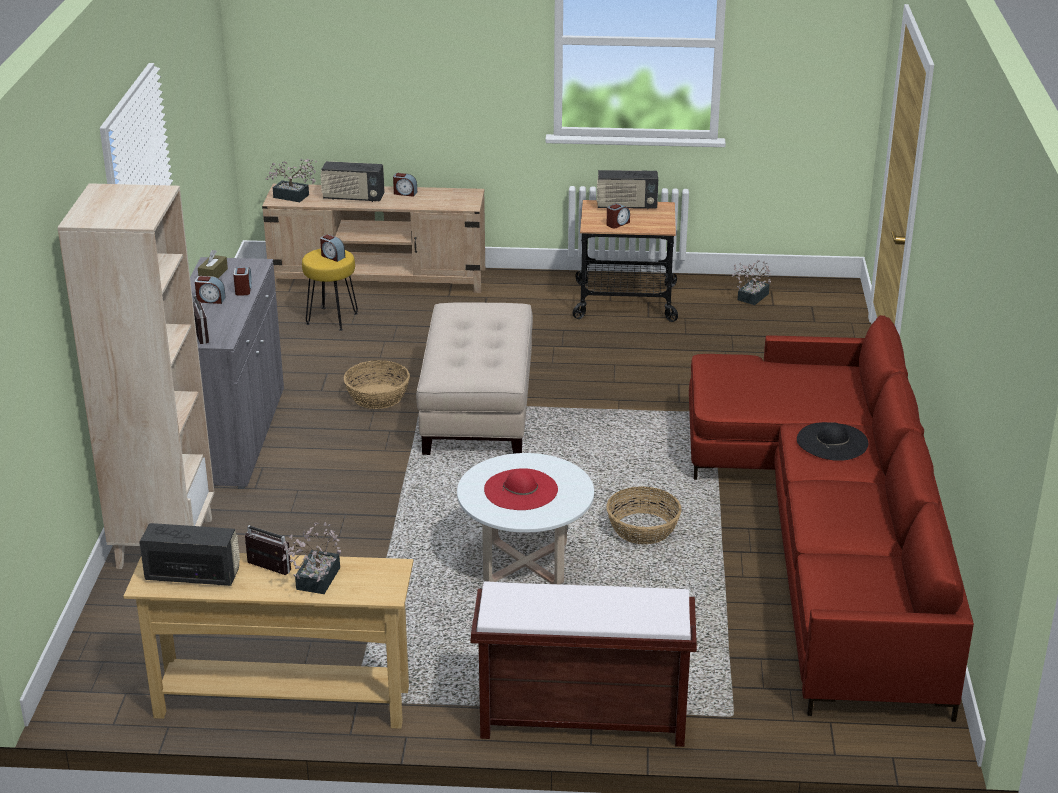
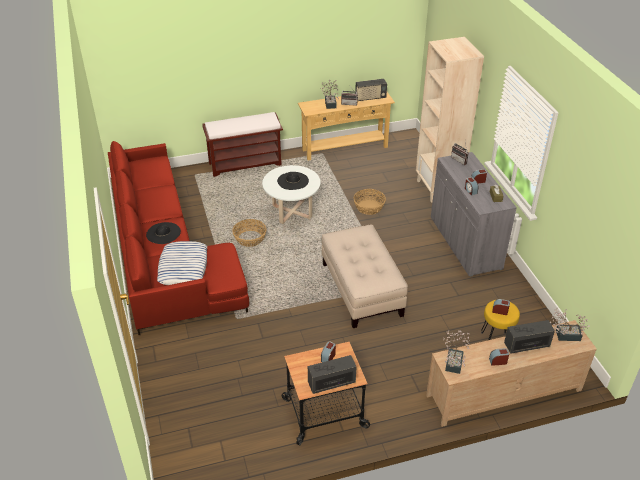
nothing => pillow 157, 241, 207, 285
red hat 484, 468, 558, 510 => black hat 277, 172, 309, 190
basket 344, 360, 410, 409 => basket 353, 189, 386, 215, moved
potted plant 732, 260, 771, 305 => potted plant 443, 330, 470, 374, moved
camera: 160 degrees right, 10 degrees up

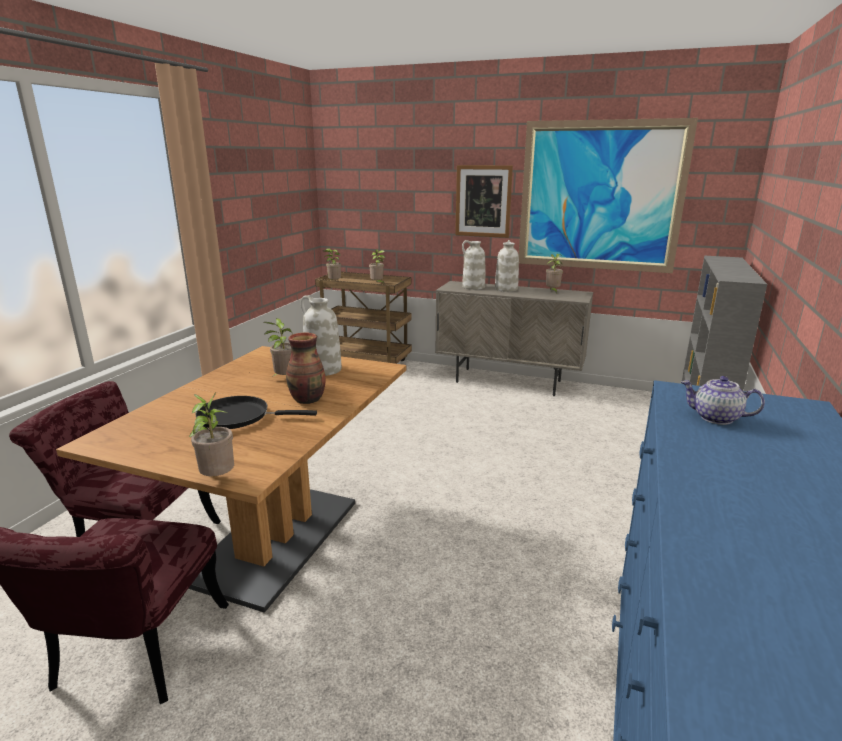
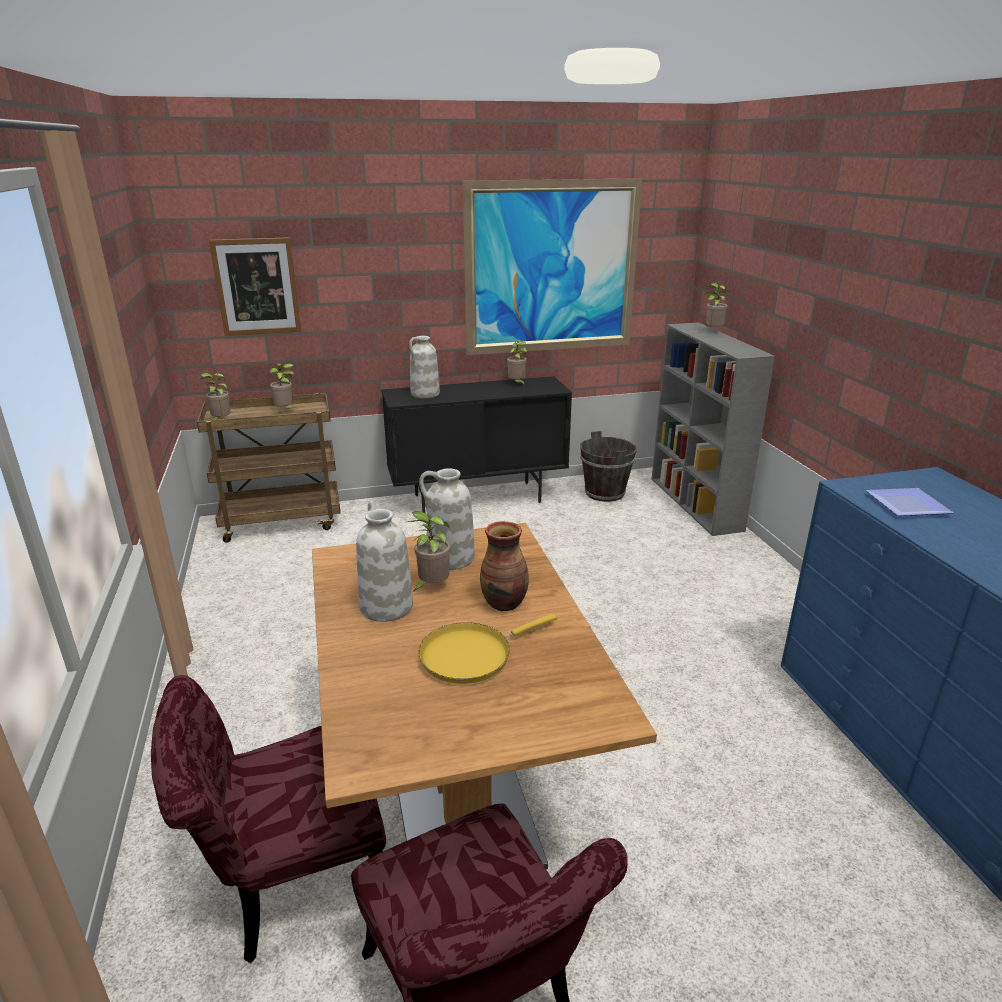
picture 455, 165, 513, 238 => picture 209, 237, 301, 336, moved
white vase 495, 240, 519, 292 => white vase 356, 501, 413, 622, moved
beige cabinet 435, 281, 593, 396 => black cabinet 381, 376, 572, 514
black frying pan 196, 396, 317, 429 => yellow frying pan 419, 614, 557, 684
nothing => brown bucket 580, 431, 637, 502
potted plant 189, 392, 234, 476 => potted plant 702, 283, 729, 330, moved
teapot 681, 376, 765, 425 => plate 866, 488, 954, 516
camera: 35 degrees left, 5 degrees up

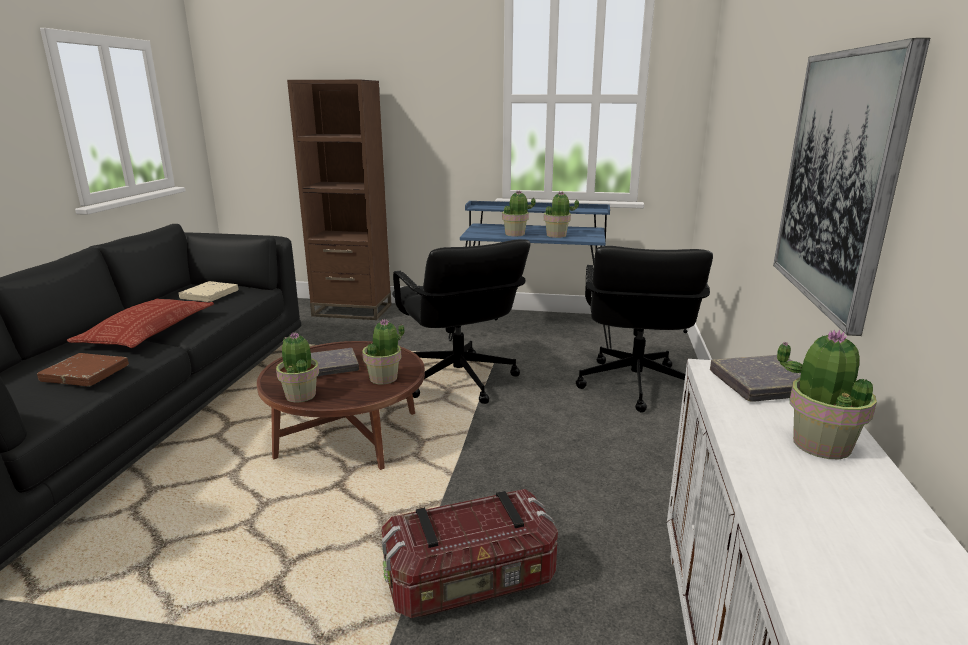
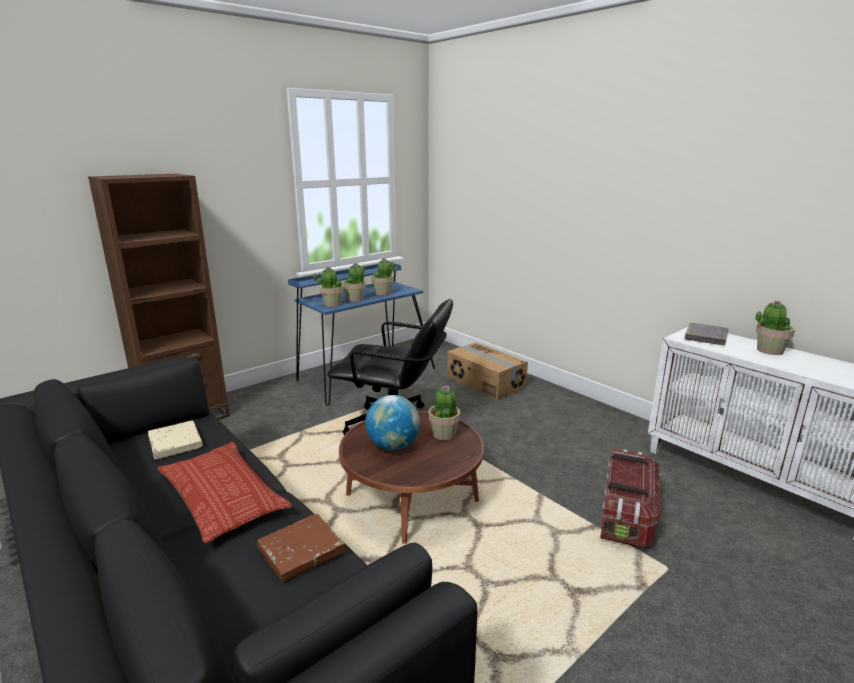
potted plant 276, 332, 319, 403 => potted plant 313, 267, 344, 307, moved
grey book 311, 348, 359, 376 => globe 365, 395, 420, 450
black office chair 576, 246, 713, 413 => cardboard box 447, 342, 528, 400
picture 773, 38, 930, 336 => nothing
camera: 50 degrees left, 0 degrees up

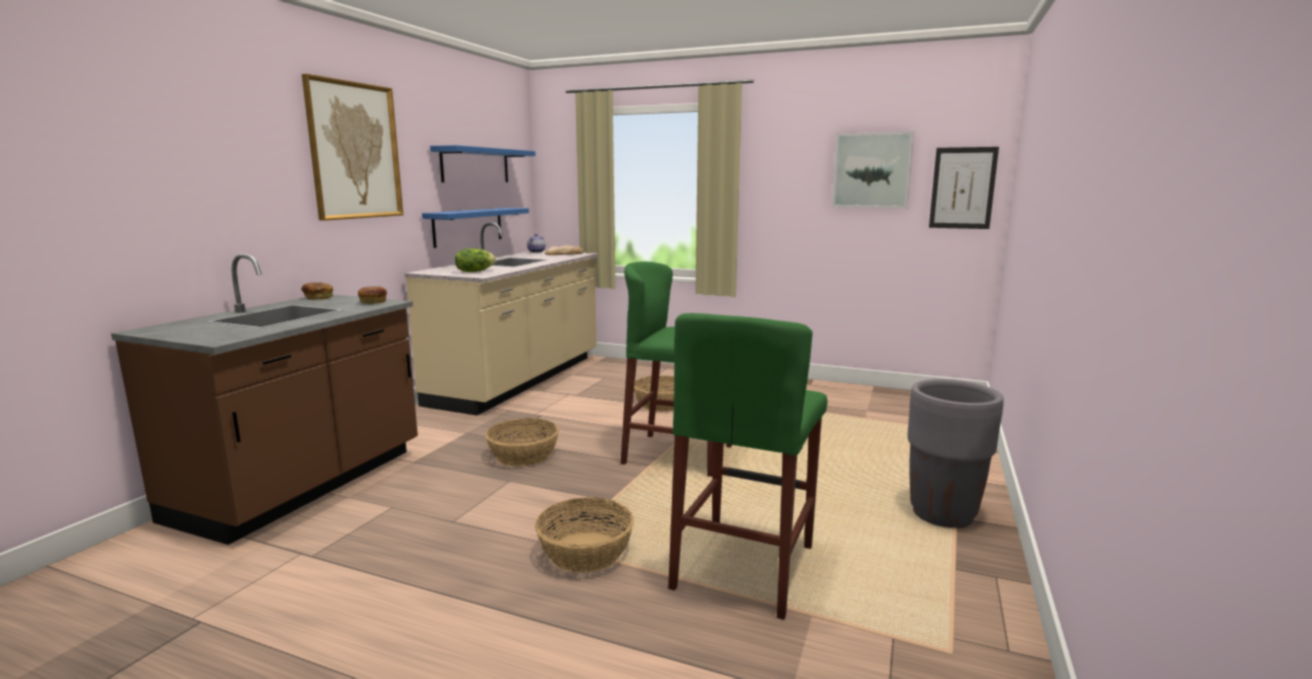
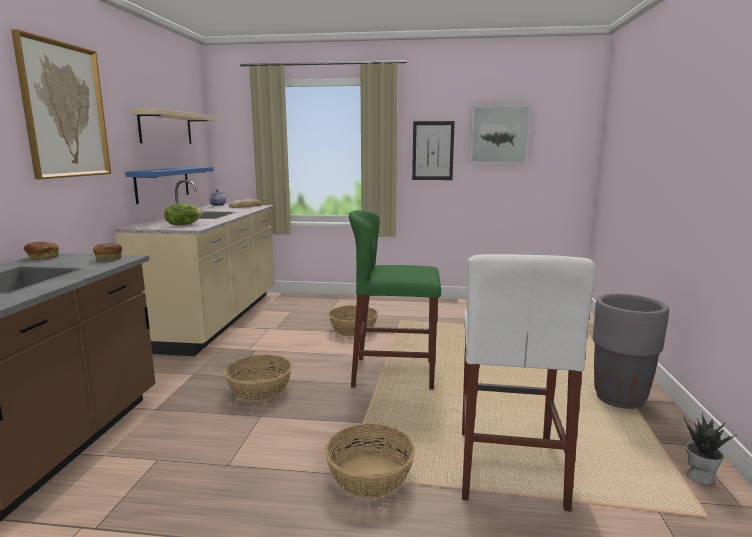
blue shelf 430, 145, 535, 183 => beige shelf 129, 108, 216, 144
picture 929, 147, 999, 229 => picture 412, 121, 455, 180, moved
green stool 668, 313, 827, 620 => white stool 462, 254, 595, 511
nothing => potted plant 684, 412, 738, 485
camera: 15 degrees left, 0 degrees up

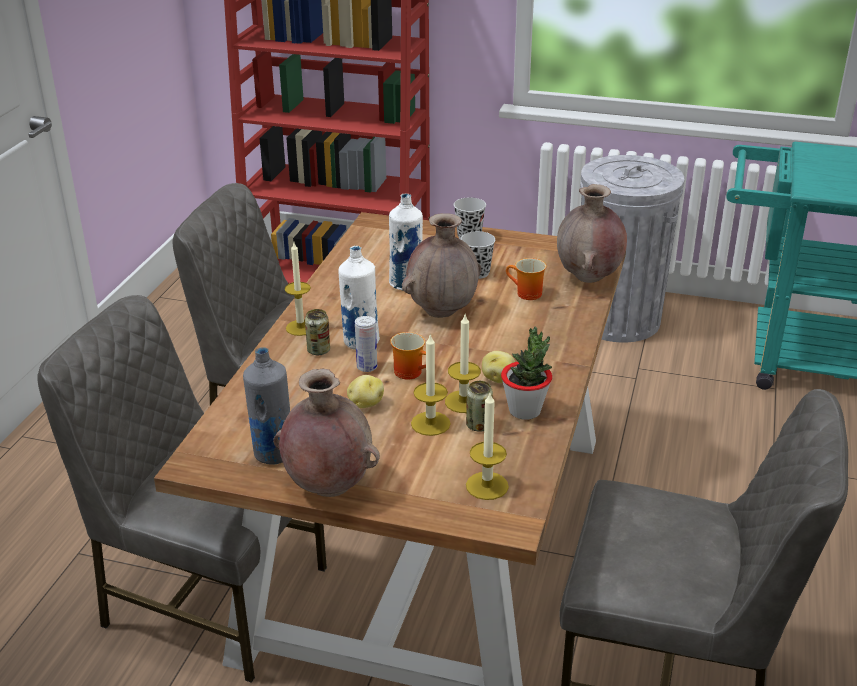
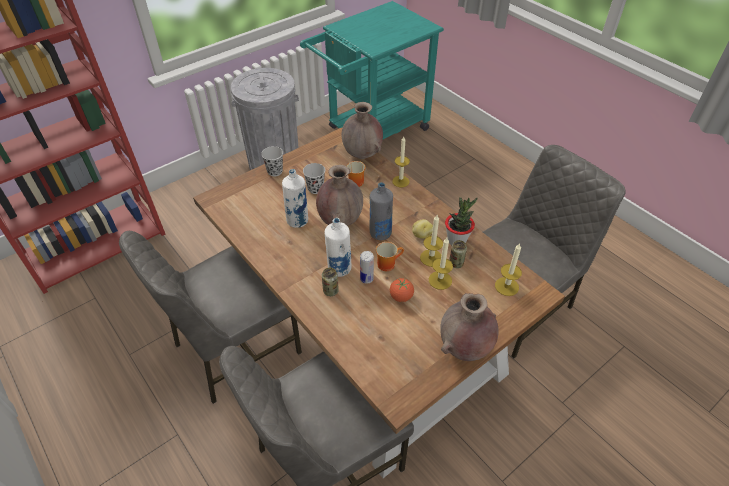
grey bottle 243, 347, 290, 465 => grey bottle 370, 182, 393, 240, moved
potato 347, 375, 384, 408 => tomato 390, 278, 414, 302
candle 285, 243, 311, 336 => candle 392, 136, 410, 187, moved
camera: 55 degrees left, 15 degrees up

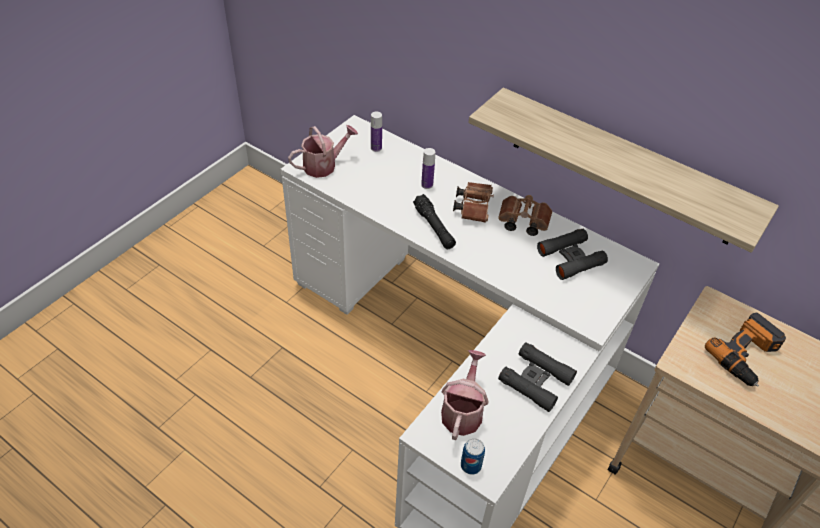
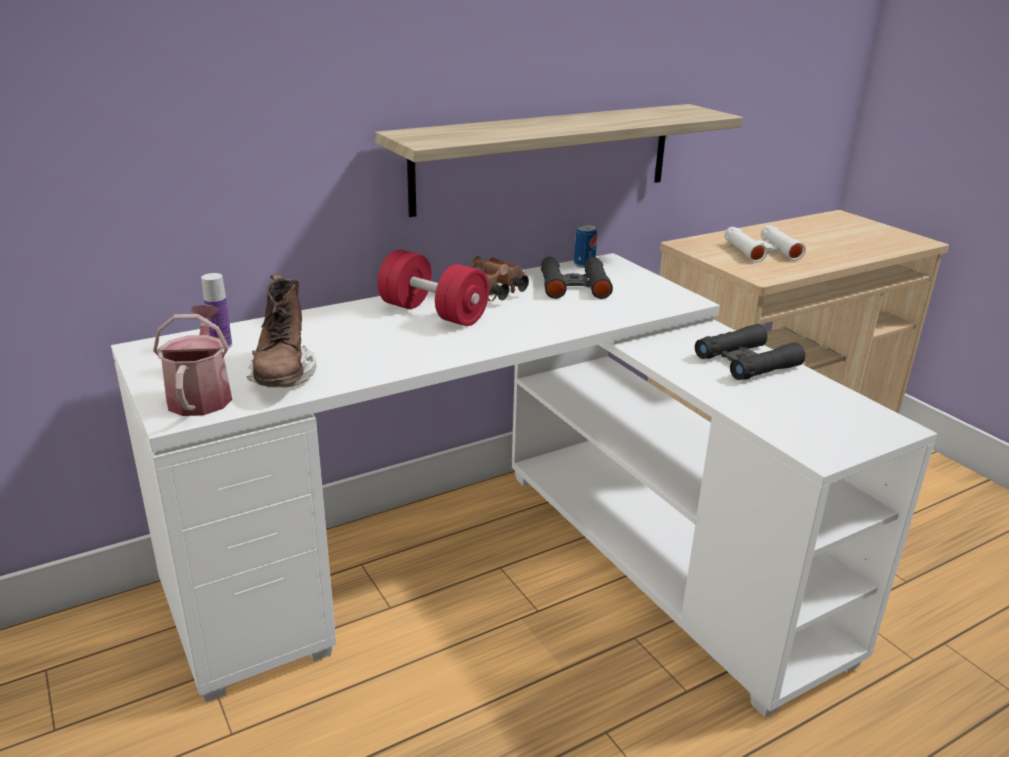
nothing => brown boot 247, 273, 316, 387
brown binoculars 453, 182, 494, 223 => red dumbbell 378, 250, 489, 326
can 461, 438, 485, 475 => can 574, 225, 597, 268, moved
power drill 705, 313, 786, 386 => white binoculars 724, 225, 806, 262
black flashlight 413, 194, 456, 249 => nothing
bottle 421, 148, 435, 189 => nothing
watering can 441, 350, 489, 440 => nothing
camera: 65 degrees left, 20 degrees down

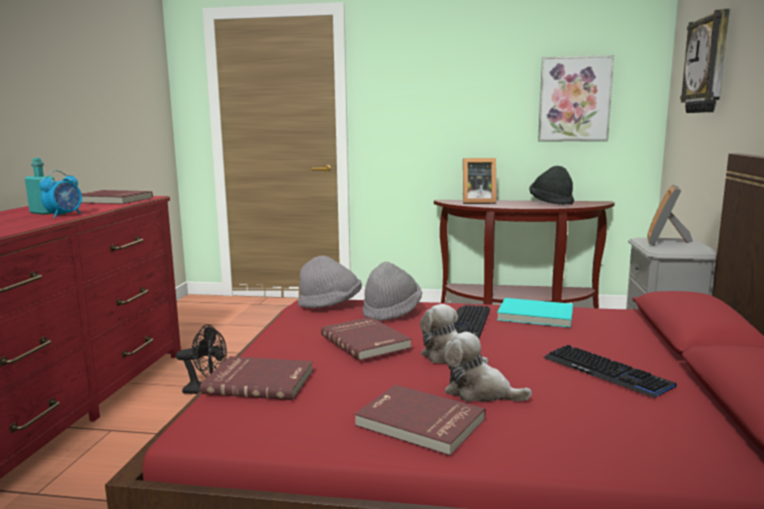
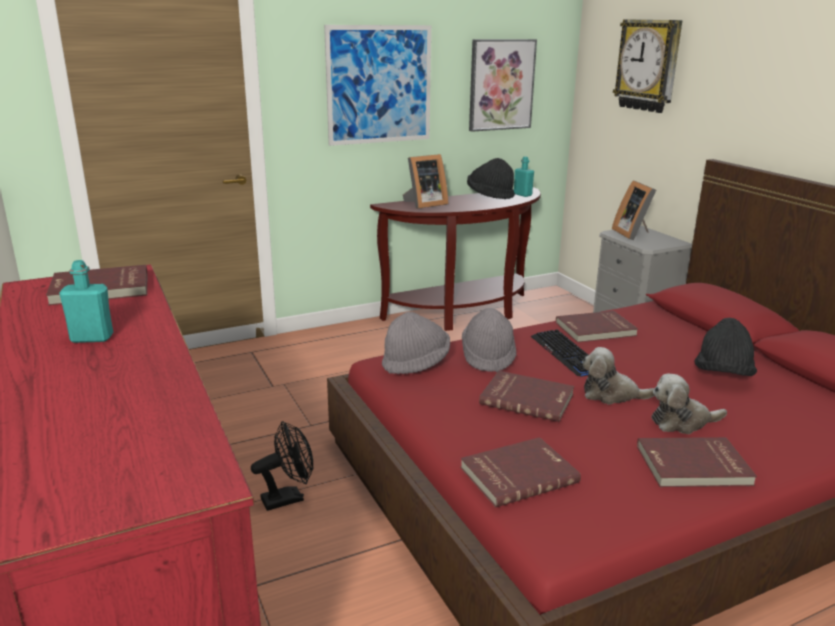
nothing => picture 324, 25, 431, 146
nothing => turquoise bottle 514, 156, 534, 197
turquoise book 497, 298, 573, 328 => red book 556, 311, 638, 343
keyboard 544, 345, 677, 398 => black hat 695, 318, 757, 376
alarm clock 39, 170, 82, 218 => nothing
camera: 35 degrees left, 10 degrees up

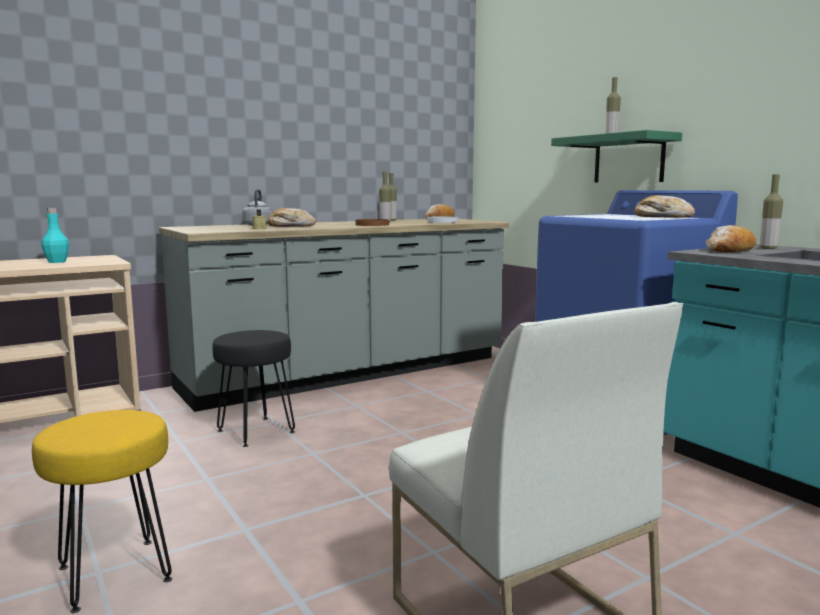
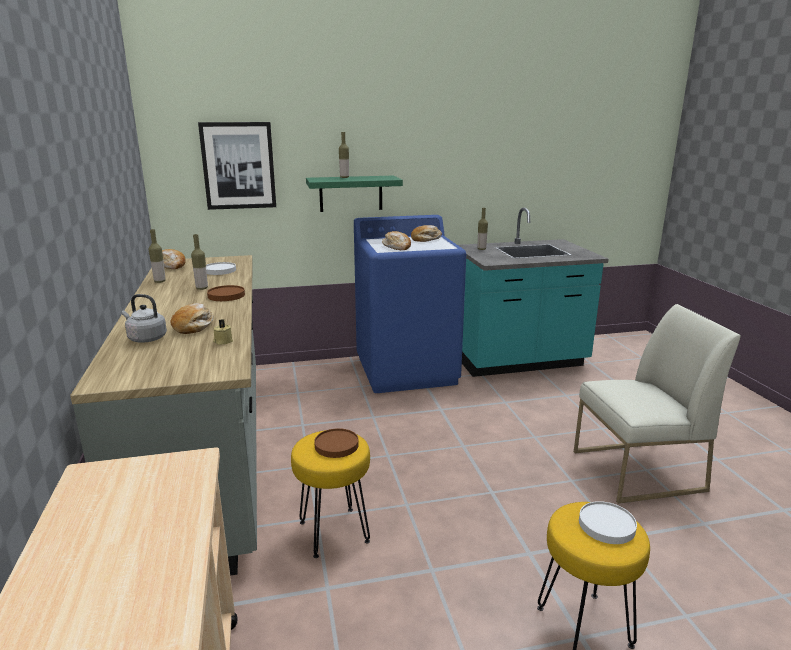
nothing => picture 198, 122, 276, 210
black stool 212, 330, 295, 447 => yellow stool 291, 430, 370, 558
nothing => brown plate 314, 428, 359, 458
bread 705, 225, 756, 252 => bread 382, 231, 411, 250, moved
nothing => white plate 579, 501, 637, 544
turquoise bottle 41, 208, 69, 263 => nothing
camera: 70 degrees left, 10 degrees up

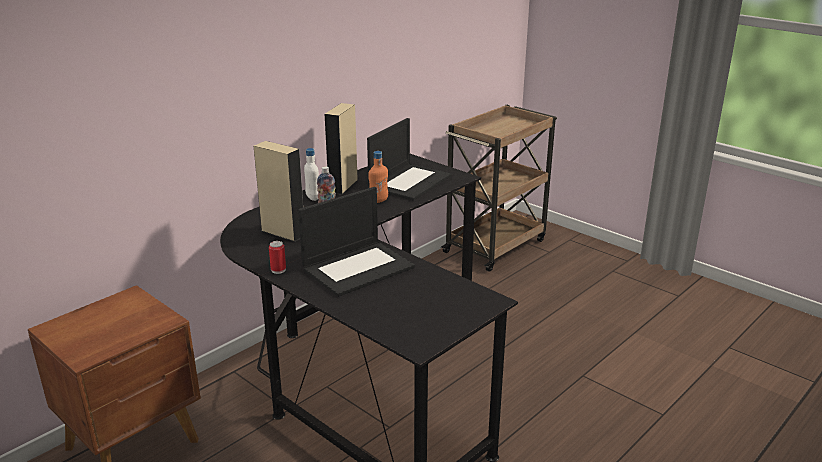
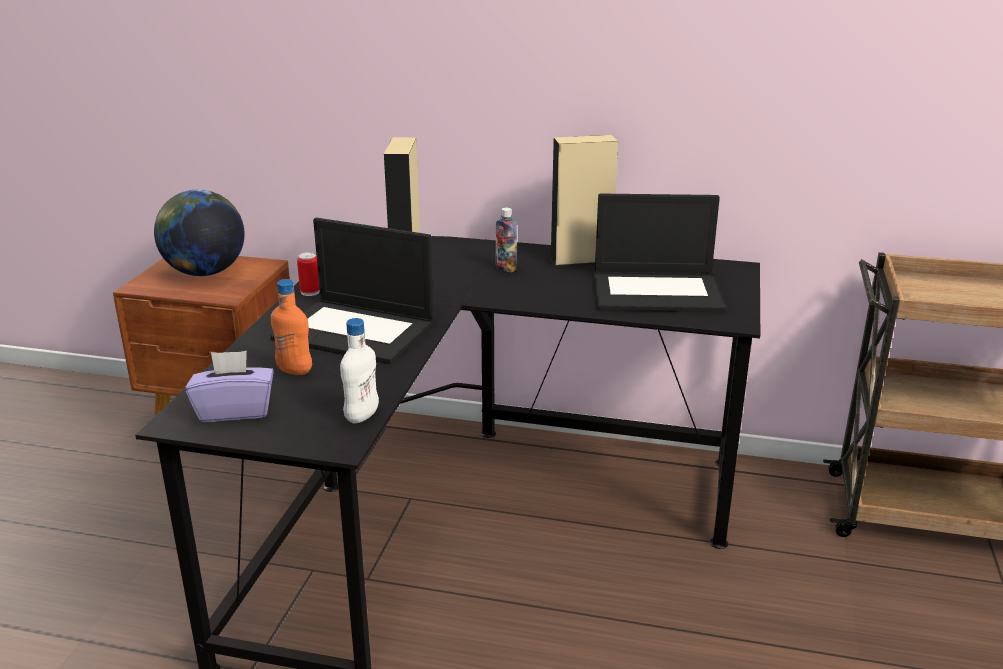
nothing => globe 154, 190, 244, 276
nothing => purple tissue box 185, 351, 274, 422
orange bottle 368, 151, 388, 203 => orange bottle 271, 279, 312, 375, moved
white bottle 304, 148, 319, 201 => white bottle 340, 318, 379, 424, moved
camera: 60 degrees right, 0 degrees up

